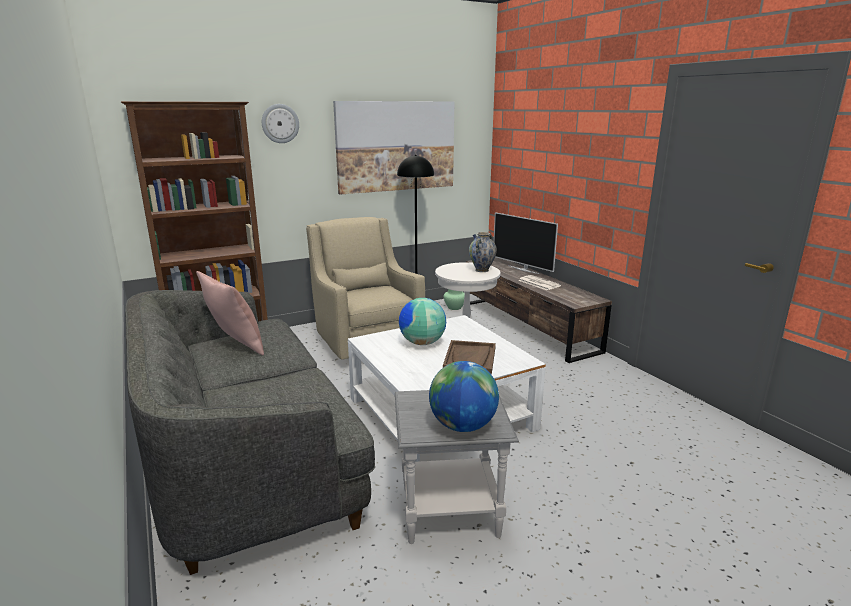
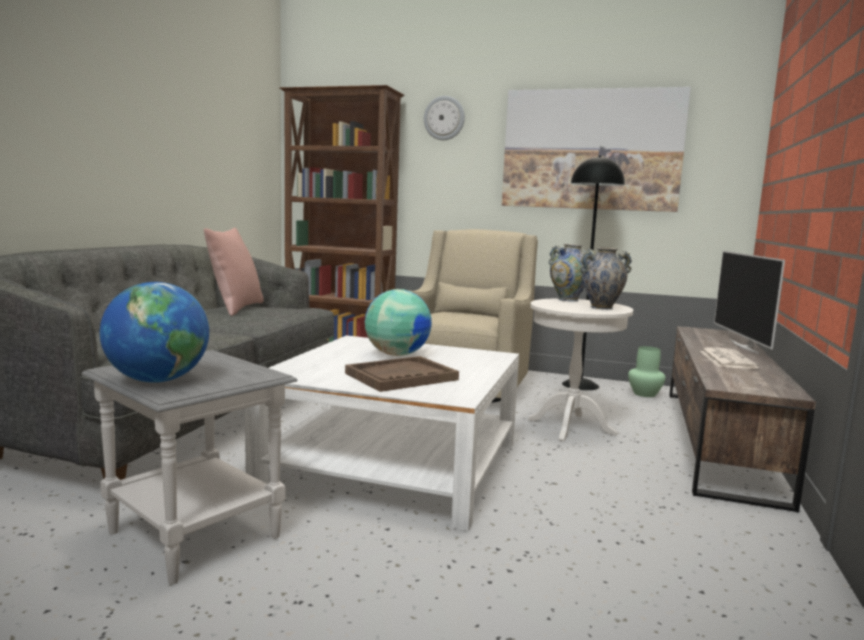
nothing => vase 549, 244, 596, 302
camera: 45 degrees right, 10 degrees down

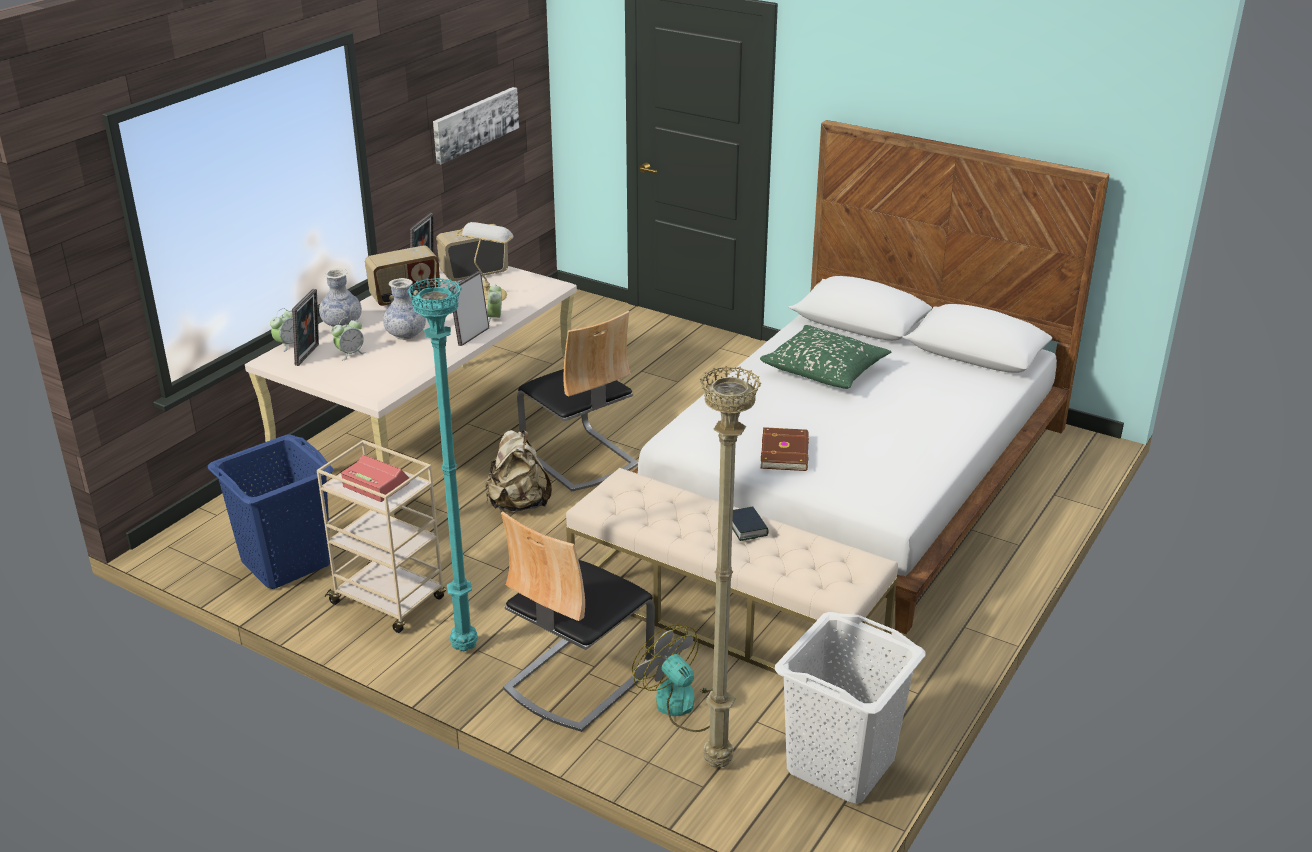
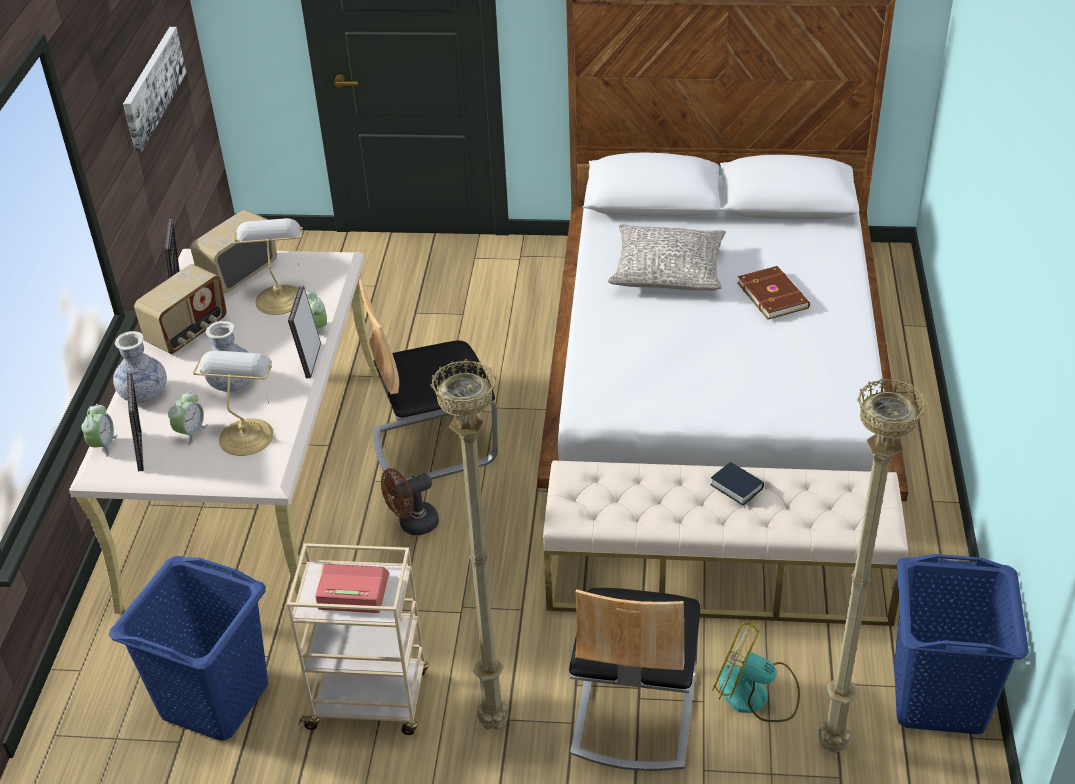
nothing => table lamp 193, 351, 273, 456
chair 517, 311, 638, 491 => chair 359, 279, 498, 485, 135 degrees clockwise
beige backpack 486, 430, 552, 511 => brown fan 381, 468, 439, 535
turquoise floor lamp 407, 277, 478, 651 => beige floor lamp 431, 359, 508, 729
green pillow 760, 325, 891, 389 => grey pillow 608, 225, 726, 291
brown book 761, 427, 809, 471 => brown book 738, 266, 810, 320, moved
white laundry basket 774, 612, 926, 803 => blue laundry basket 894, 554, 1029, 734
camera: 25 degrees left, 10 degrees up

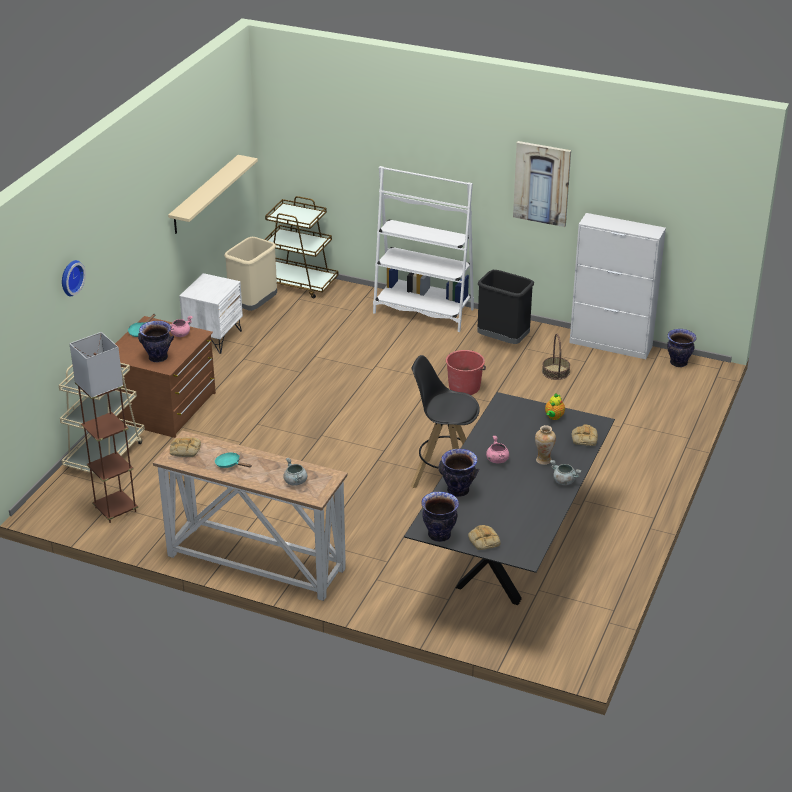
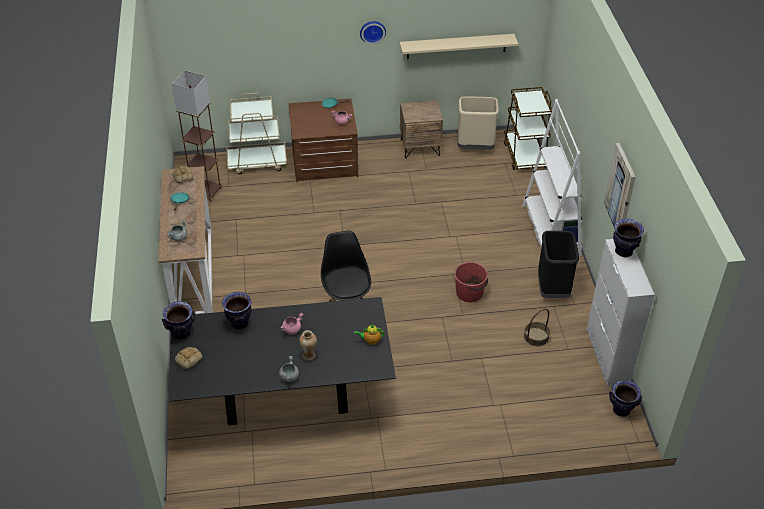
wall clock 62, 260, 86, 296 => wall clock 360, 21, 386, 44, moved
white nightstand 179, 273, 243, 354 => brown nightstand 400, 100, 443, 159
vase 138, 321, 174, 362 => vase 613, 219, 644, 257, moved
bread 572, 424, 598, 446 => nothing
camera: 60 degrees right, 10 degrees up

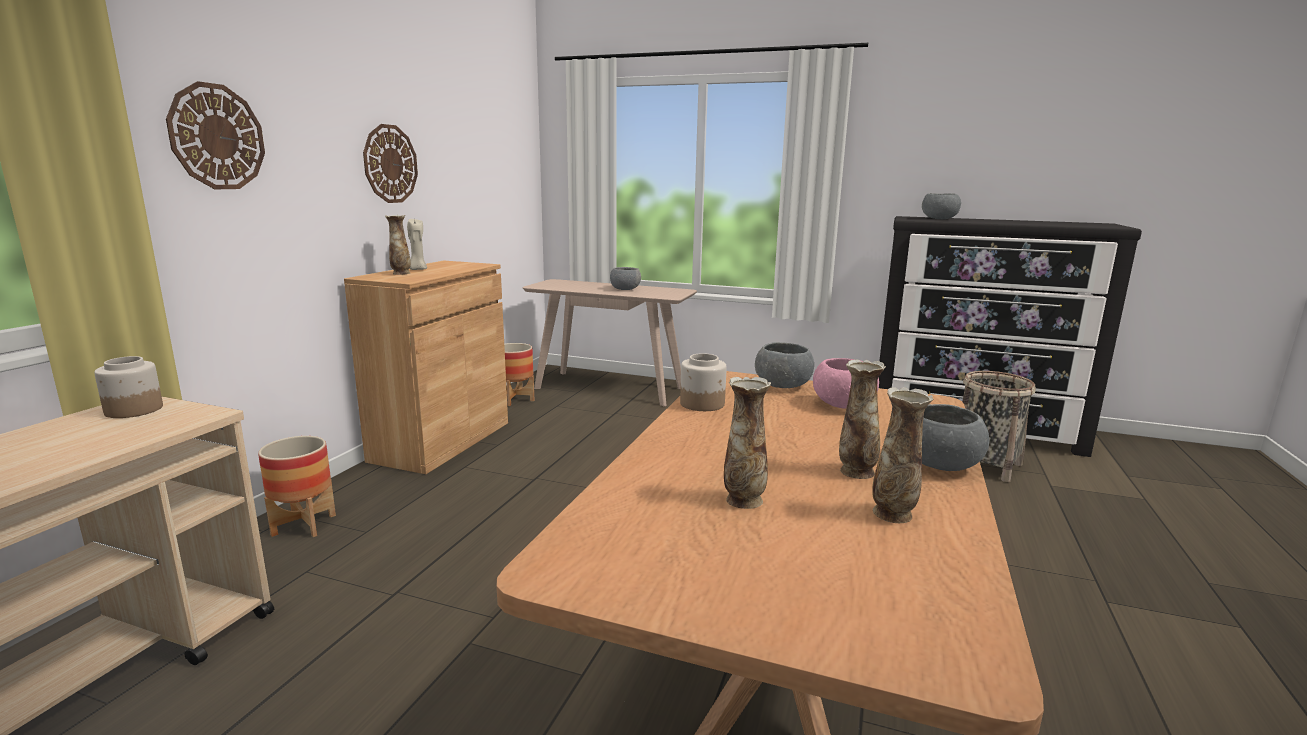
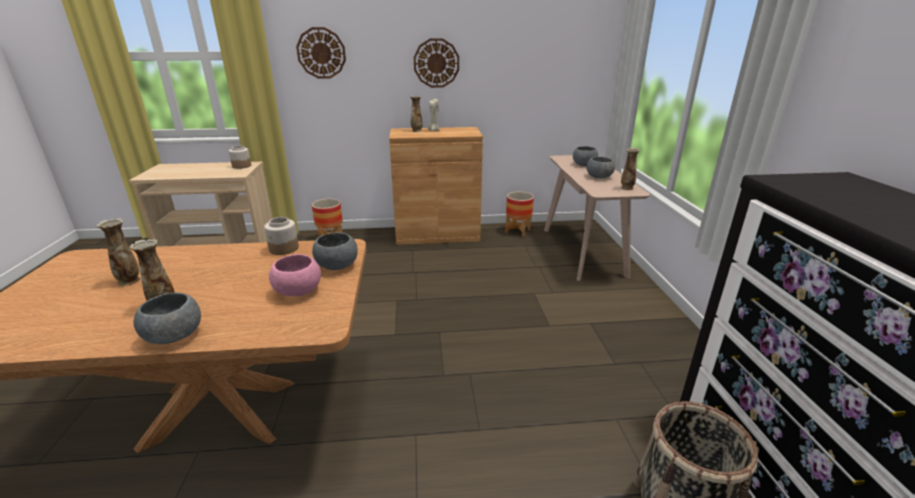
grey bowl 922, 193, 961, 219 => grey bowl 573, 146, 598, 166, moved
vase 872, 387, 933, 523 => vase 621, 148, 640, 190, moved
camera: 65 degrees right, 10 degrees up

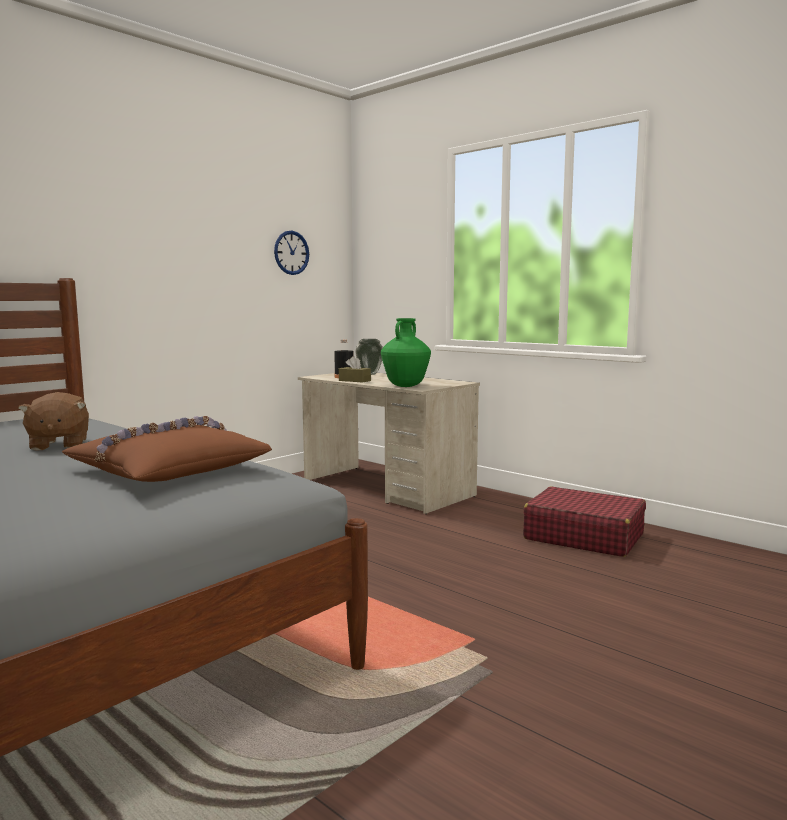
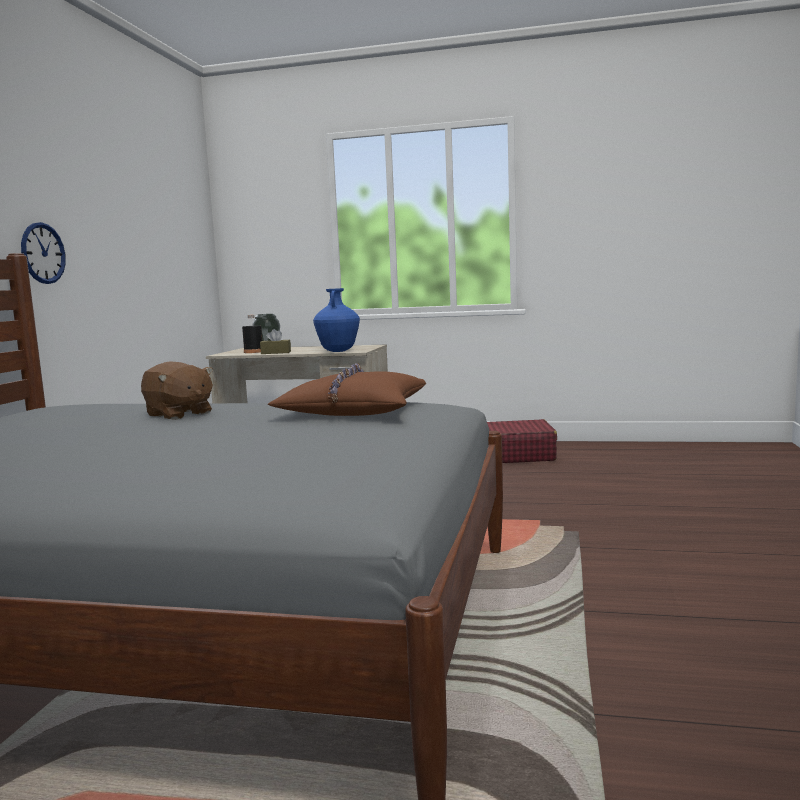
wall clock 274, 231, 309, 275 => wall clock 21, 222, 66, 284, moved
green vase 381, 318, 431, 387 => blue vase 313, 288, 360, 352
camera: 30 degrees left, 0 degrees up

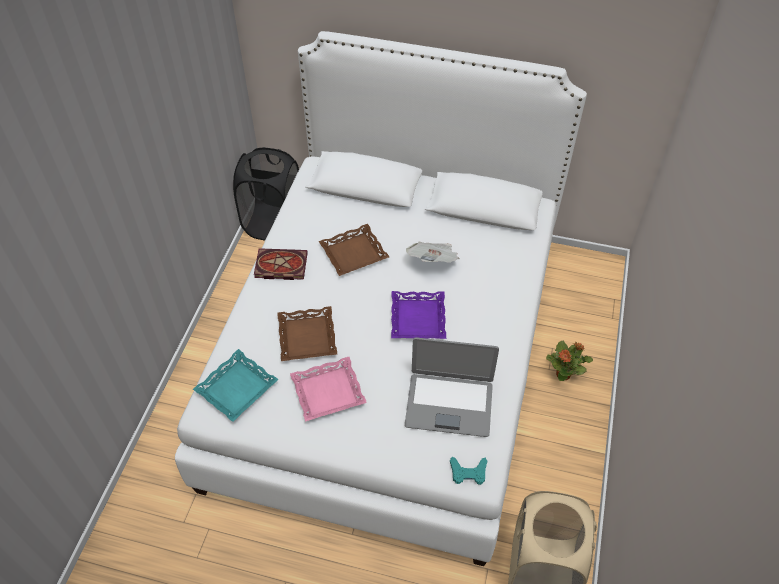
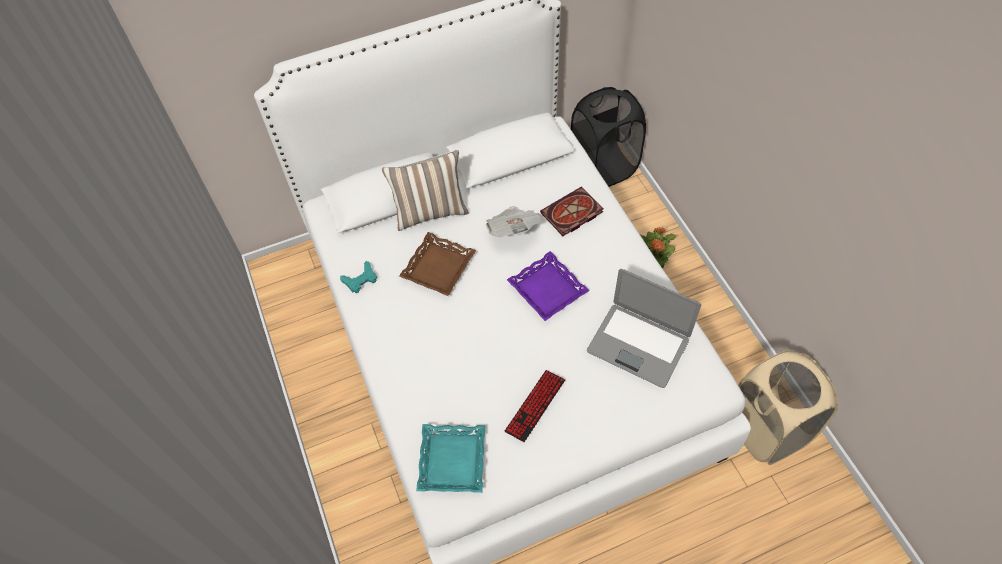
turquoise game controller 450, 457, 487, 485 => turquoise game controller 340, 261, 377, 293, moved
nothing => pillow 382, 150, 469, 231
pink tray 290, 357, 367, 422 => keyboard 505, 370, 565, 442
book 254, 248, 308, 280 => book 540, 187, 603, 236, moved
black laundry basket 233, 147, 299, 241 => black laundry basket 571, 87, 646, 187, moved
laptop 405, 337, 499, 437 => laptop 587, 269, 701, 388, 60 degrees clockwise
brown tray 277, 306, 337, 361 => nothing
camera: 35 degrees left, 5 degrees up

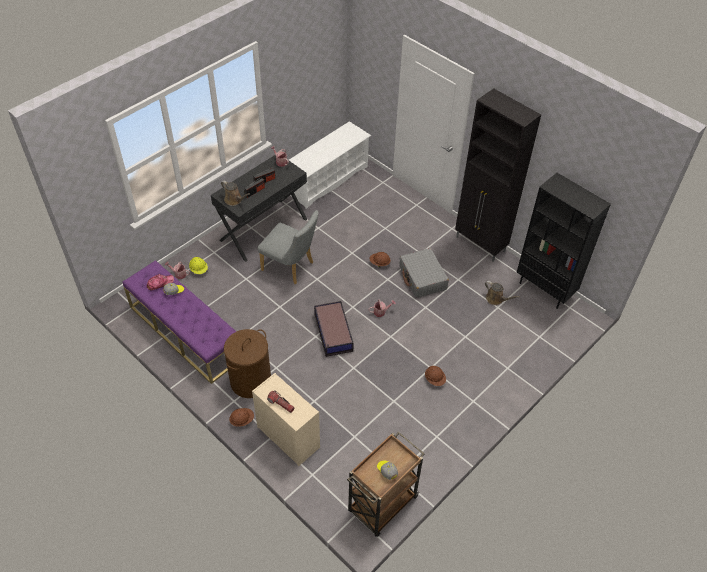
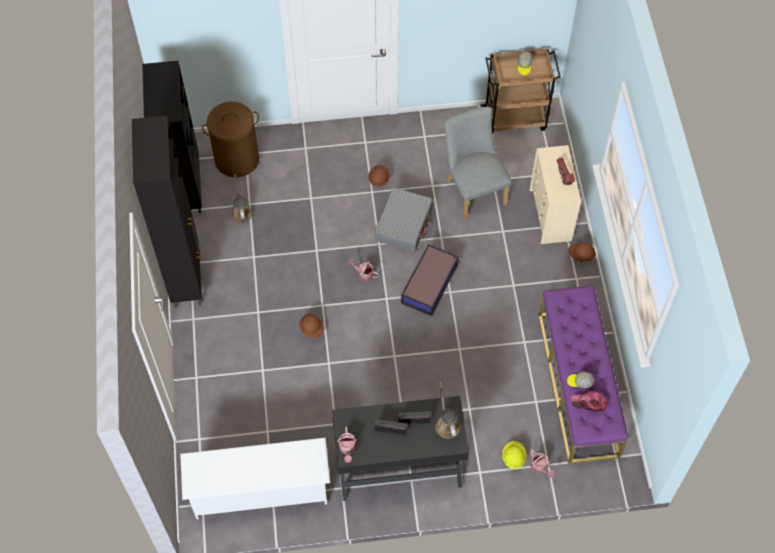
brown laundry basket 224, 329, 271, 398 => brown laundry basket 202, 102, 259, 177, moved
grey suitcase 399, 248, 449, 298 => grey suitcase 375, 187, 433, 252, moved
grey chair 258, 210, 319, 284 => grey chair 445, 107, 512, 220, moved
camera: 140 degrees left, 10 degrees up

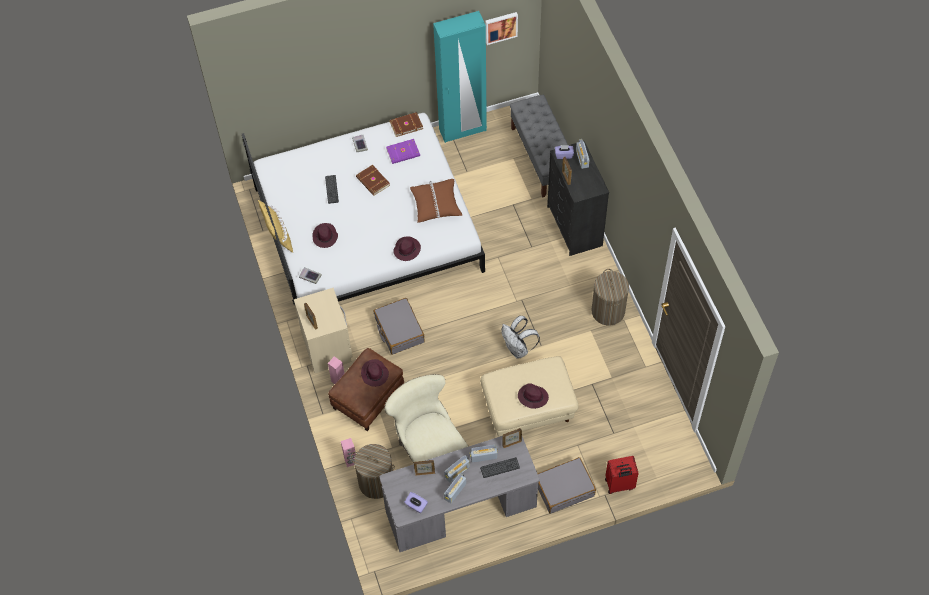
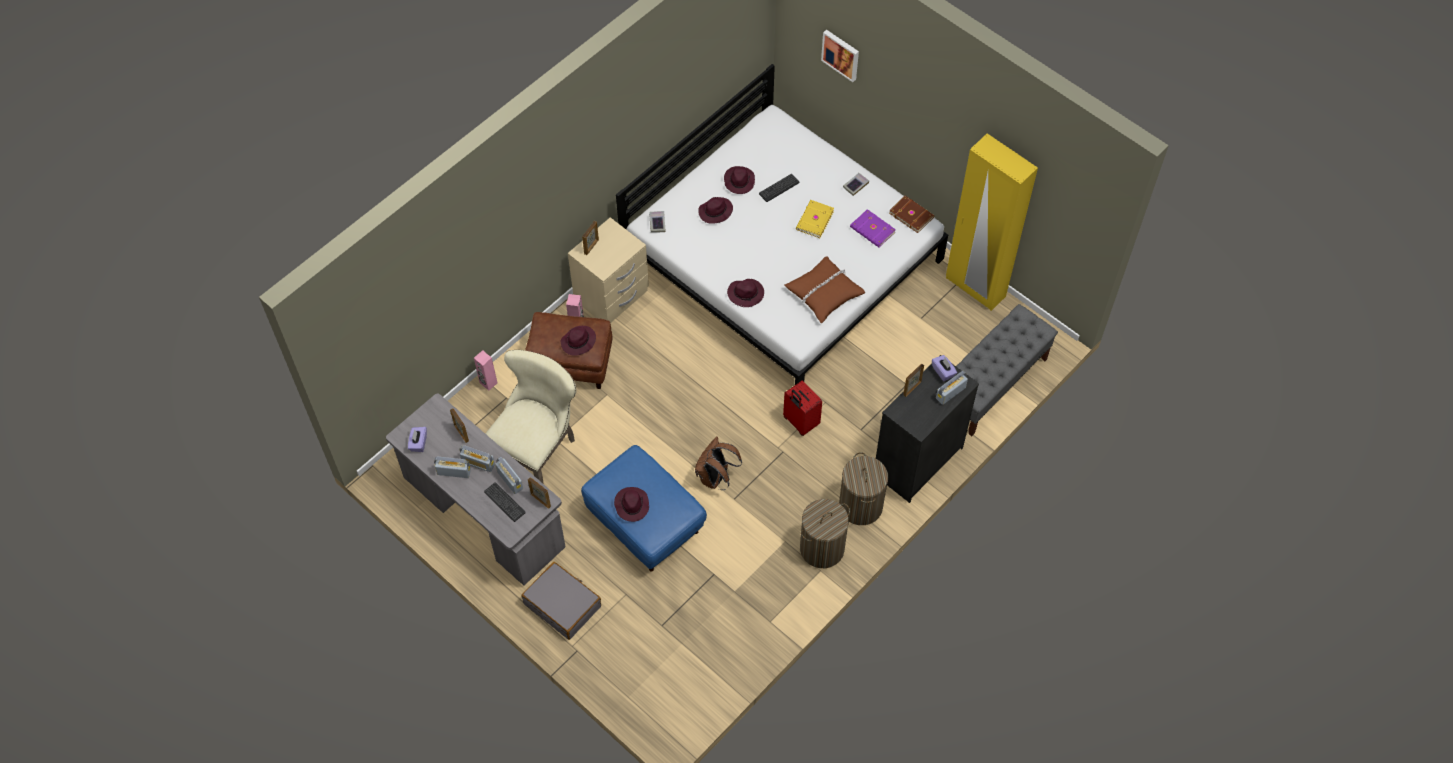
beige ottoman 480, 356, 579, 437 => blue ottoman 581, 445, 707, 572
white backpack 501, 316, 540, 359 => brown backpack 695, 436, 742, 490
nothing => purple hat 724, 166, 755, 194
red suitcase 605, 456, 639, 494 => red suitcase 783, 381, 822, 436, moved
brown book 356, 165, 390, 196 => yellow book 796, 200, 834, 238
picture 485, 12, 518, 45 => picture 821, 30, 859, 82, moved
laundry basket 351, 444, 395, 499 => laundry basket 839, 452, 888, 525, moved
turquoise wardrobe 433, 11, 487, 143 => yellow wardrobe 946, 133, 1038, 311
yellow pillow 258, 200, 293, 253 => nothing
grey suitcase 373, 298, 425, 355 => nothing
camera: 60 degrees right, 0 degrees up

